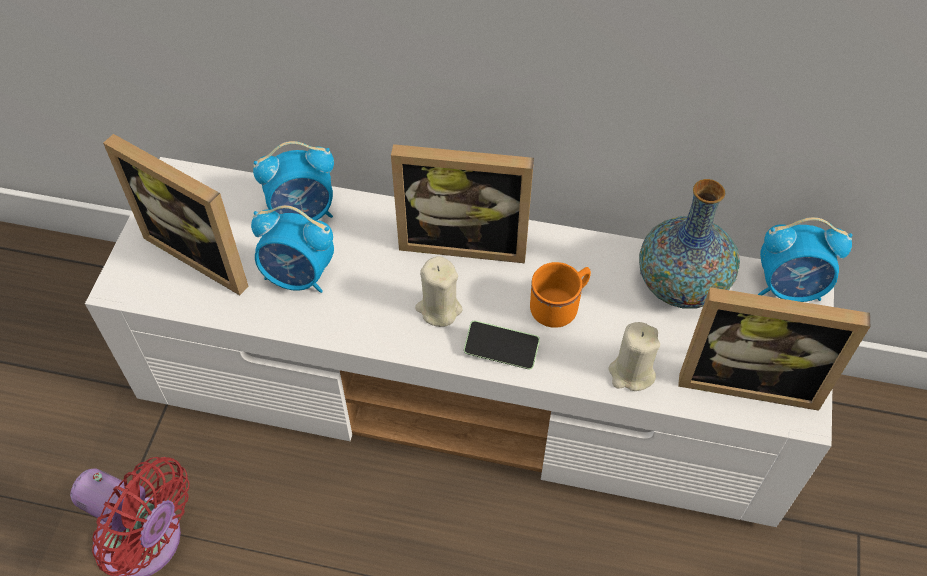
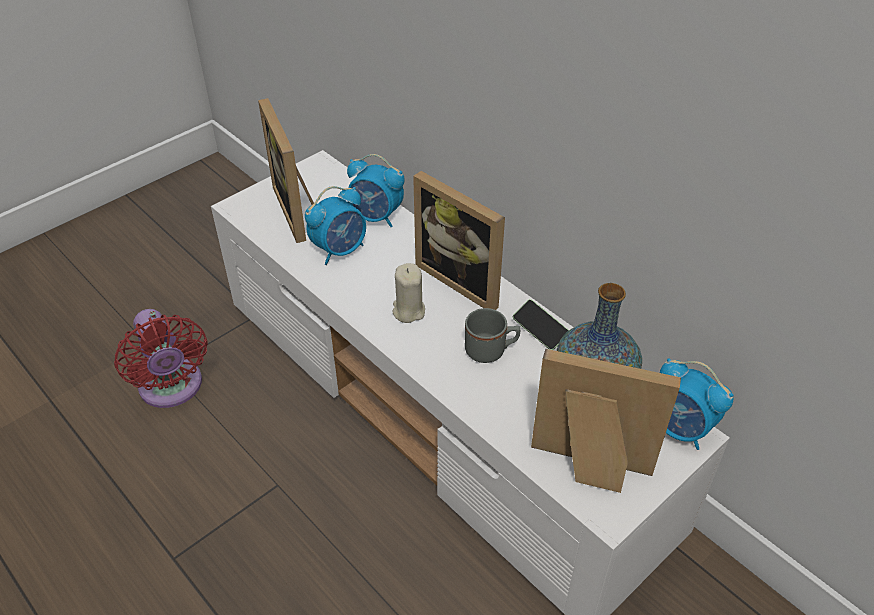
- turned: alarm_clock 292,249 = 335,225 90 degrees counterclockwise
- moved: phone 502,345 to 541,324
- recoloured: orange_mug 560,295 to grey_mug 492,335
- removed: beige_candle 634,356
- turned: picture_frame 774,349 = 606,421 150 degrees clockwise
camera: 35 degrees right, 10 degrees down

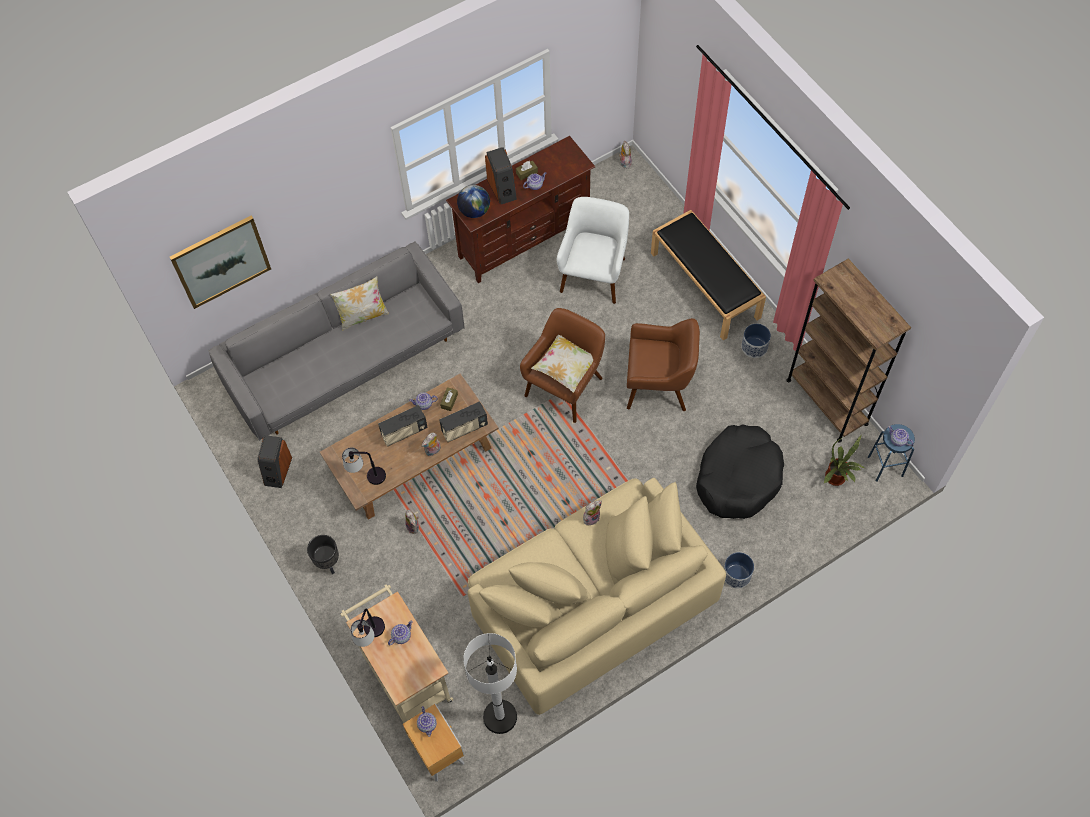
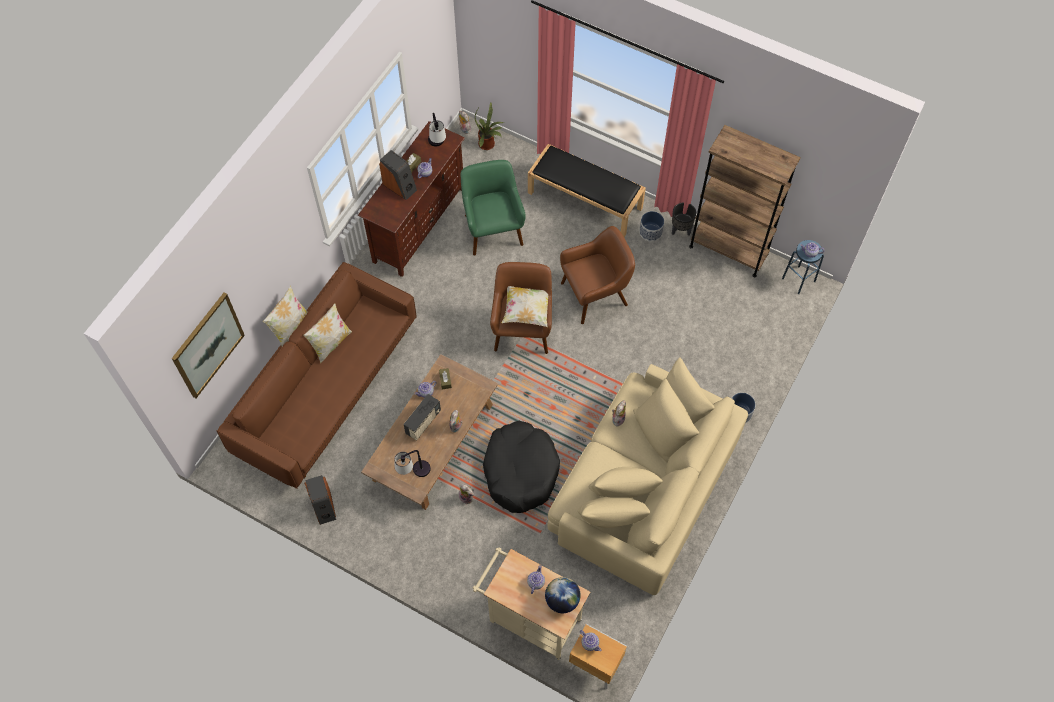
- recoloured: grey_sofa 336,341 to brown_sofa 317,375
- moved: black_planter 323,554 to 684,219
- moved: table_lamp 368,628 to 437,129
- removed: radio 463,422
- moved: globe 473,201 to 563,595
- removed: white_floor_lamp 490,683
- recoloured: white_armchair 593,250 to green_armchair 493,208
- moved: black_dog_bed 740,471 to 521,467
- moved: potted_plant 844,460 to 489,126
- added: pillow 285,316
camera: 30 degrees left, 0 degrees up

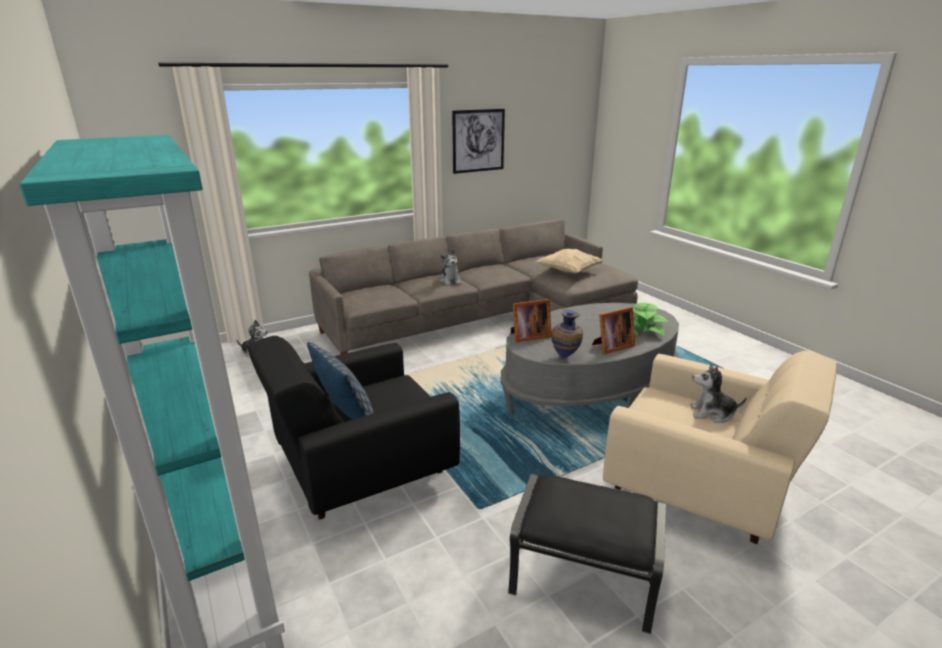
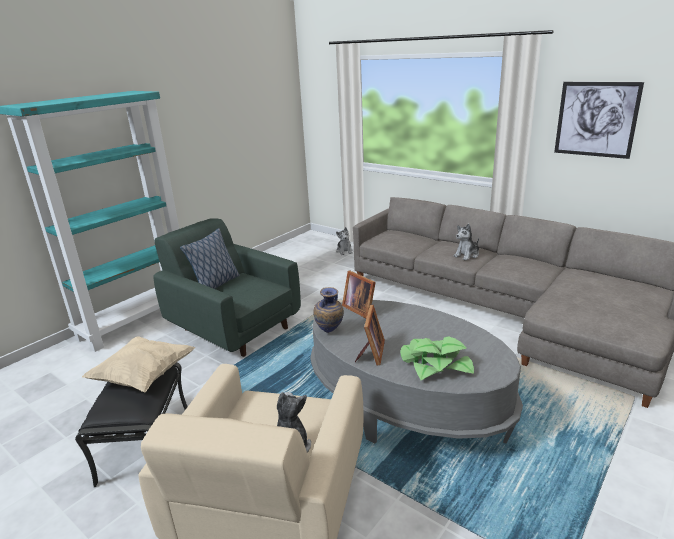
- recoloured: black_armchair 354,427 to green_armchair 227,287
- moved: beige_pillow 570,261 to 138,364
- turned: picture_frame 613,330 = 370,335 120 degrees counterclockwise
camera: 70 degrees right, 0 degrees up

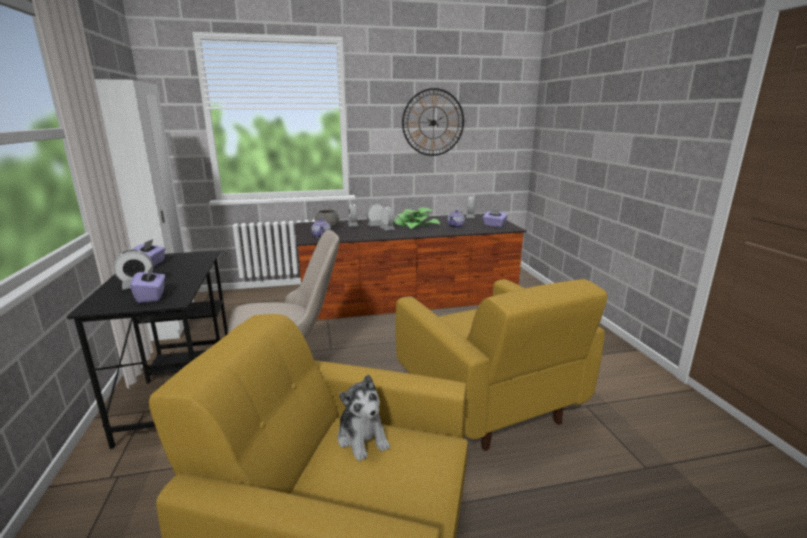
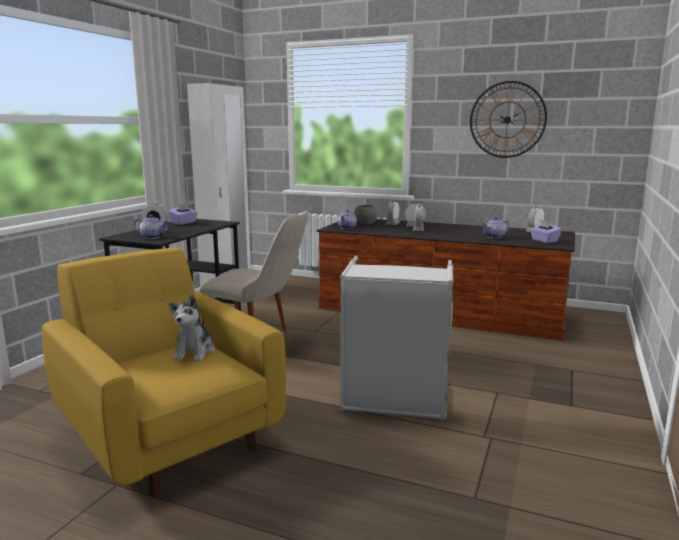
- replaced: purple_tissue_box 147,284 to teapot 151,227
- removed: potted_plant 417,218
- replaced: yellow_armchair 501,365 to grey_laundry_basket 396,338
camera: 35 degrees right, 5 degrees down

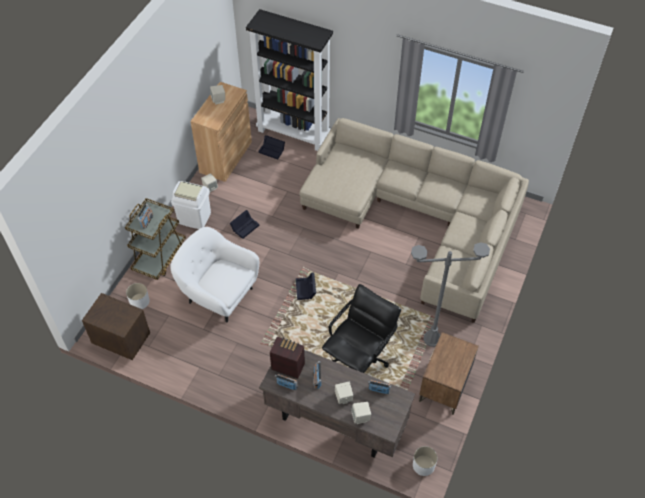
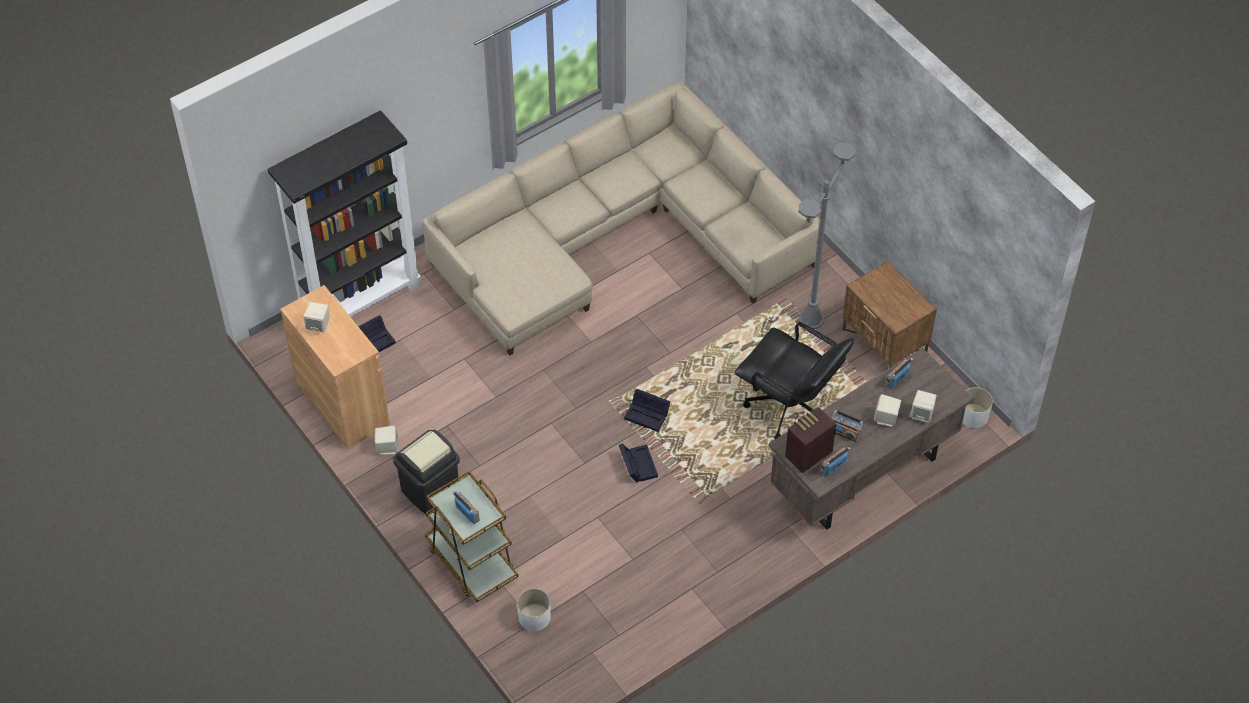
- removed: brown_nightstand 116,326
- removed: white_armchair 214,275
- recoloured: white_trash_can 191,205 to black_trash_can 426,472
- moved: black_storage_box 244,224 to 638,462
- turned: black_office_chair 361,328 = 794,380 150 degrees clockwise
camera: 60 degrees left, 0 degrees up

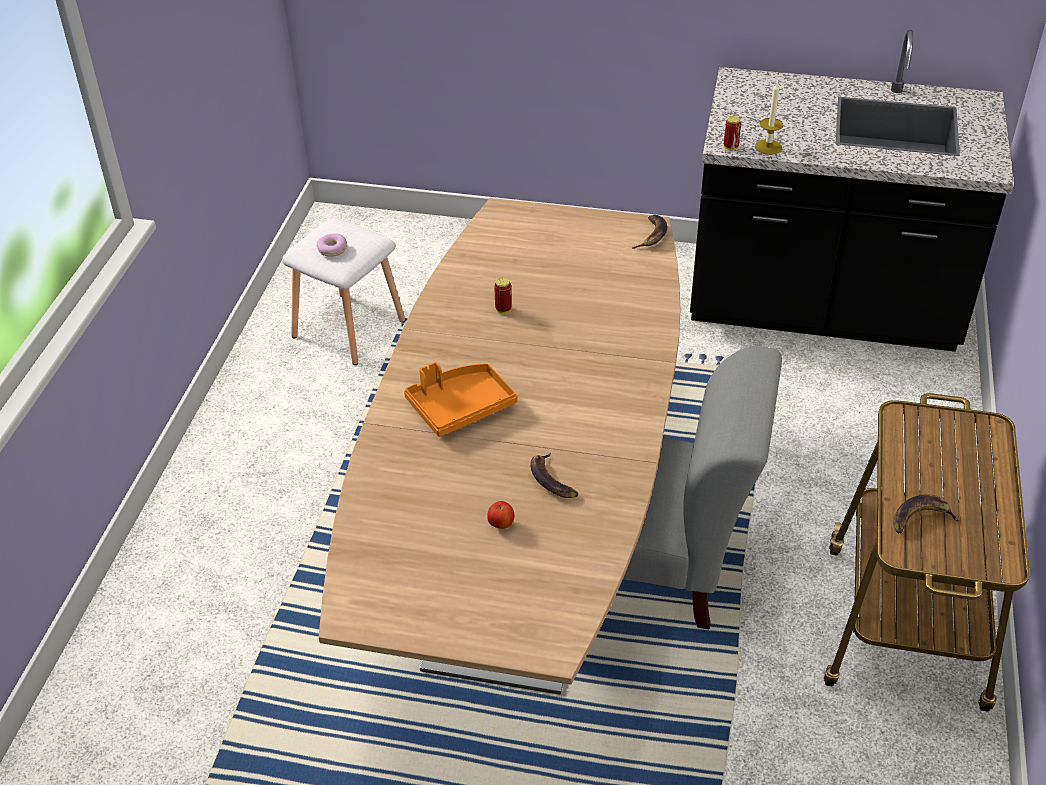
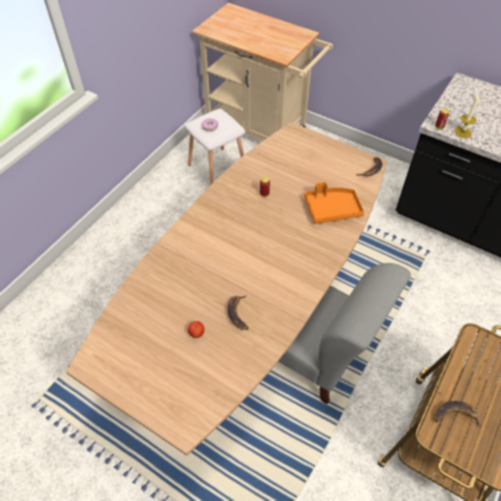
- moved: orange_tray 460,399 to 334,203
- added: beige_cart 262,72
camera: 20 degrees right, 10 degrees up

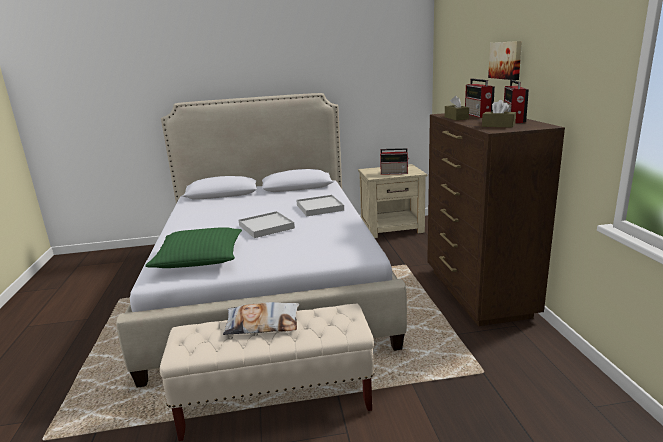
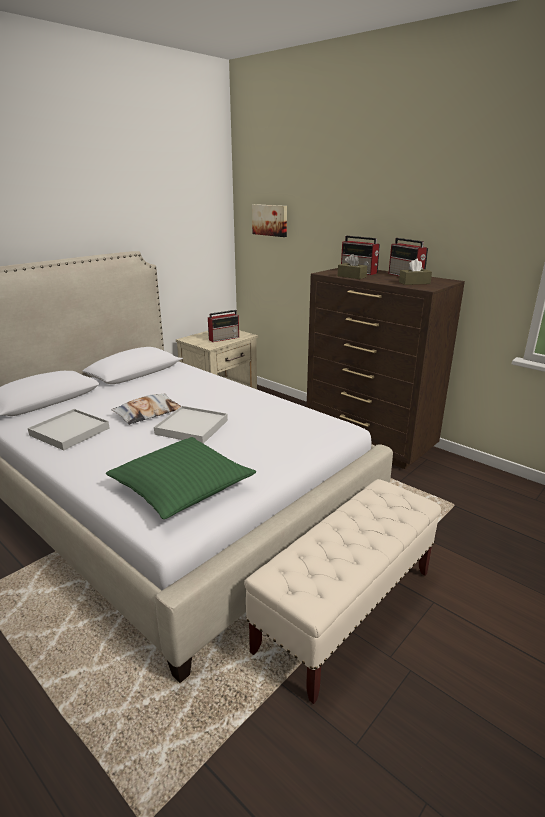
- moved: pillow 261,318 to 146,409
- moved: white_tray 320,205 to 68,429
- moved: picture 505,60 to 269,220
camera: 40 degrees left, 5 degrees up

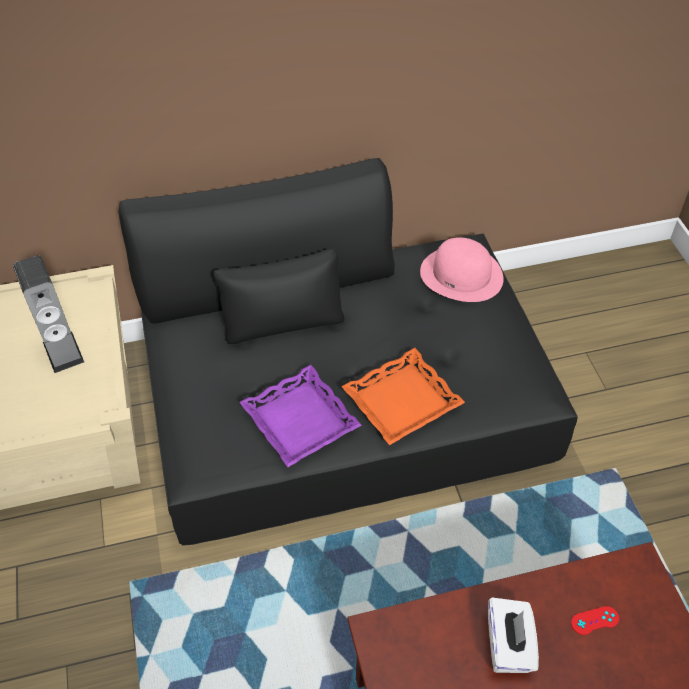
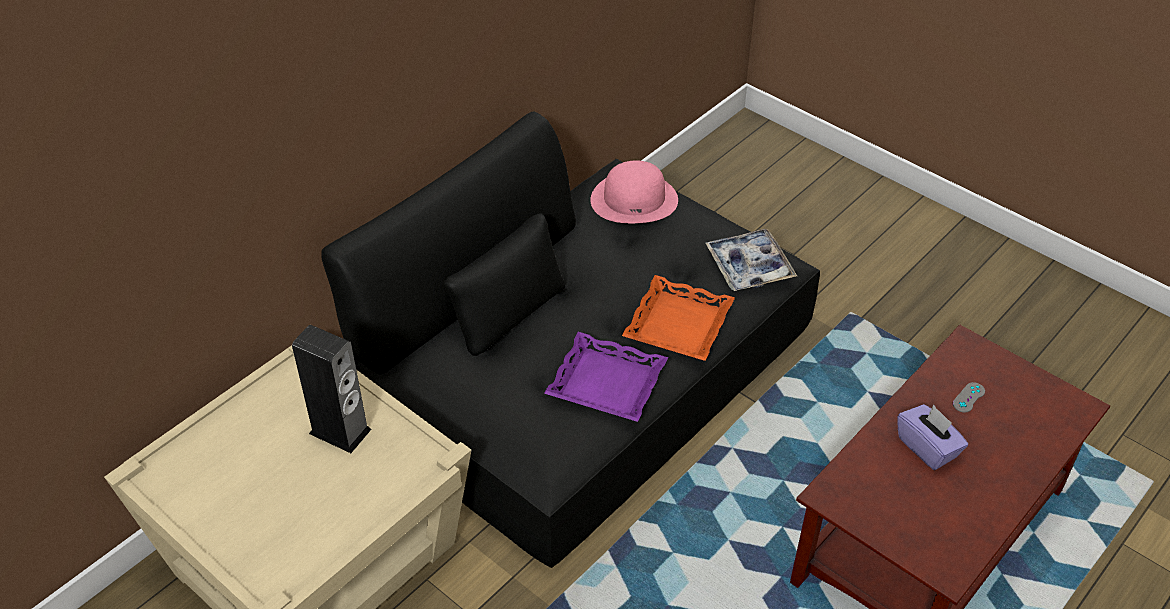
- recoloured: white_tissue_box 513,635 to purple_tissue_box 932,437
- recoloured: red_game_controller 595,620 to grey_game_controller 969,397
- added: tray 751,260
camera: 35 degrees left, 5 degrees down

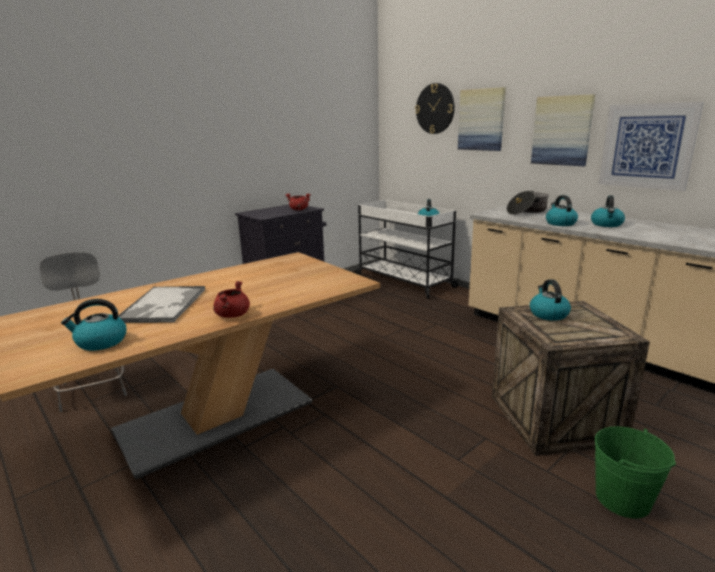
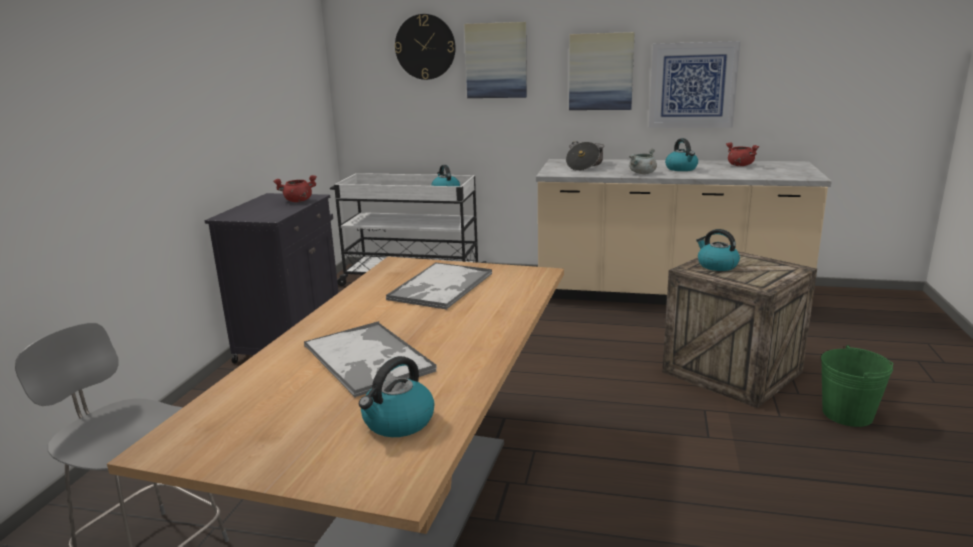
- moved: red_cooking_pot 231,299 to 742,154
- replaced: kettle 562,210 to grey_cooking_pot 643,161
- added: tray 438,286
camera: 35 degrees left, 0 degrees up

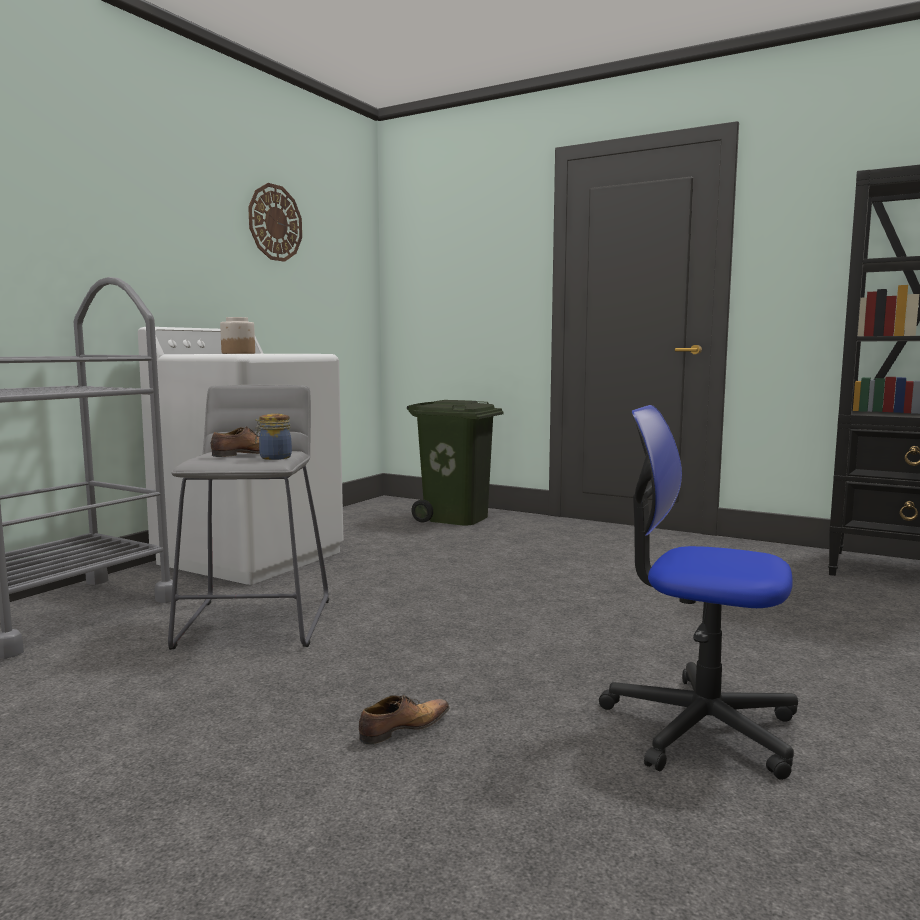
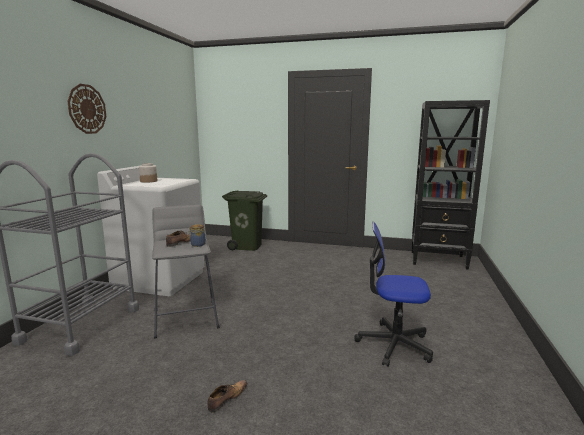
- moved: wall_clock 275,222 to 86,109
- moved: shoe 404,720 to 227,396
camera: 15 degrees left, 5 degrees up

